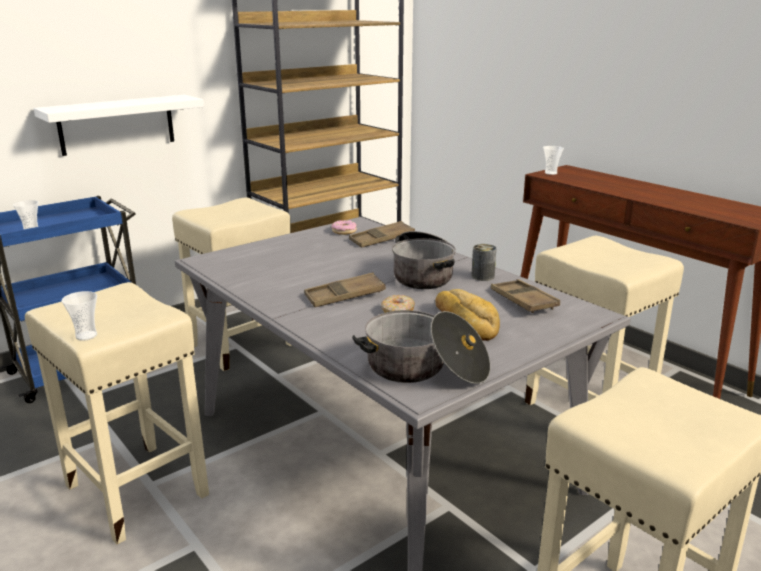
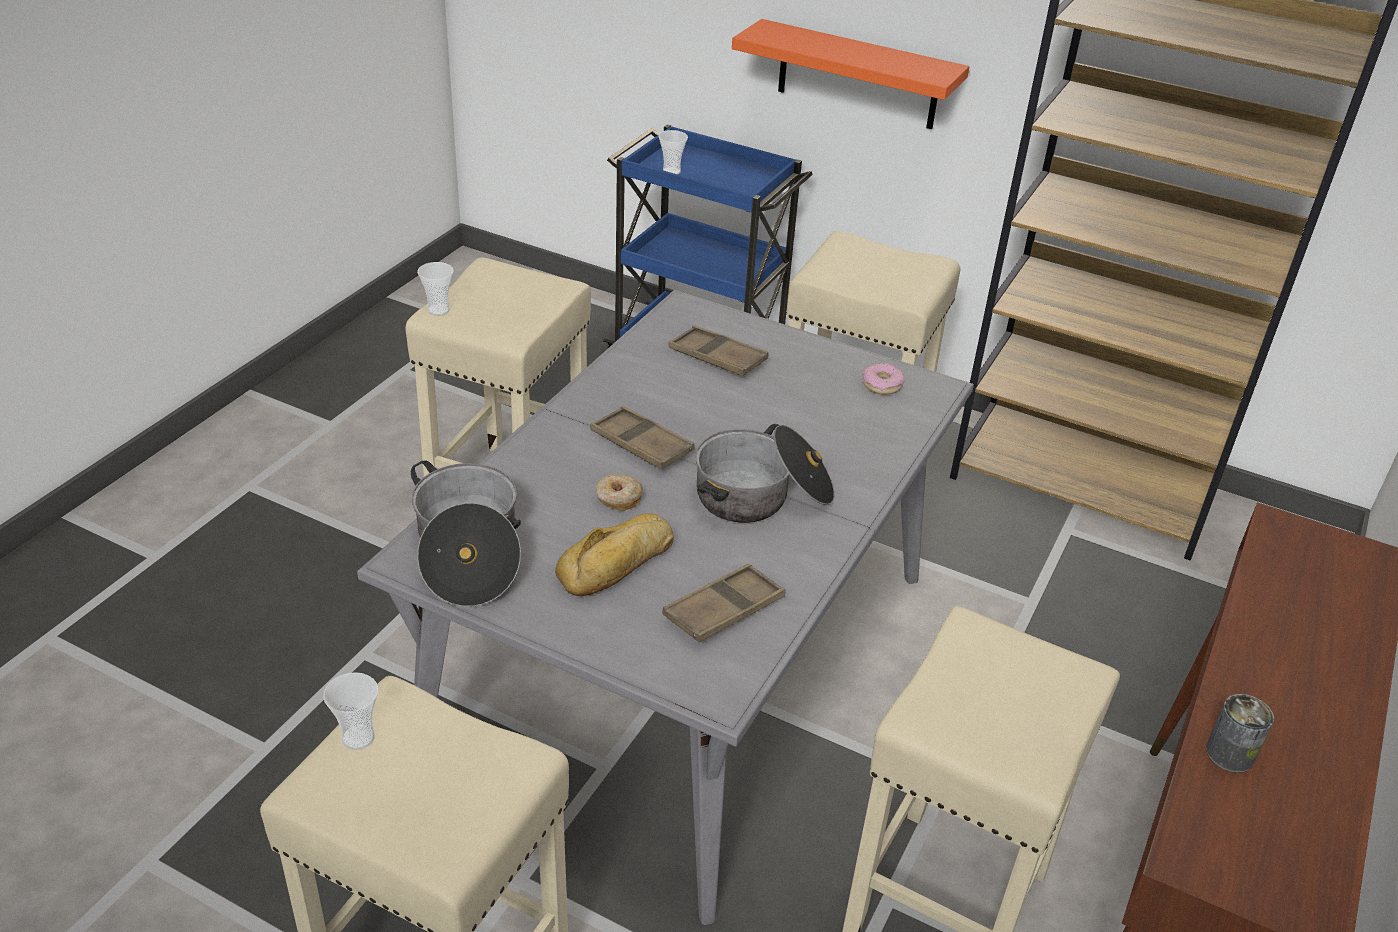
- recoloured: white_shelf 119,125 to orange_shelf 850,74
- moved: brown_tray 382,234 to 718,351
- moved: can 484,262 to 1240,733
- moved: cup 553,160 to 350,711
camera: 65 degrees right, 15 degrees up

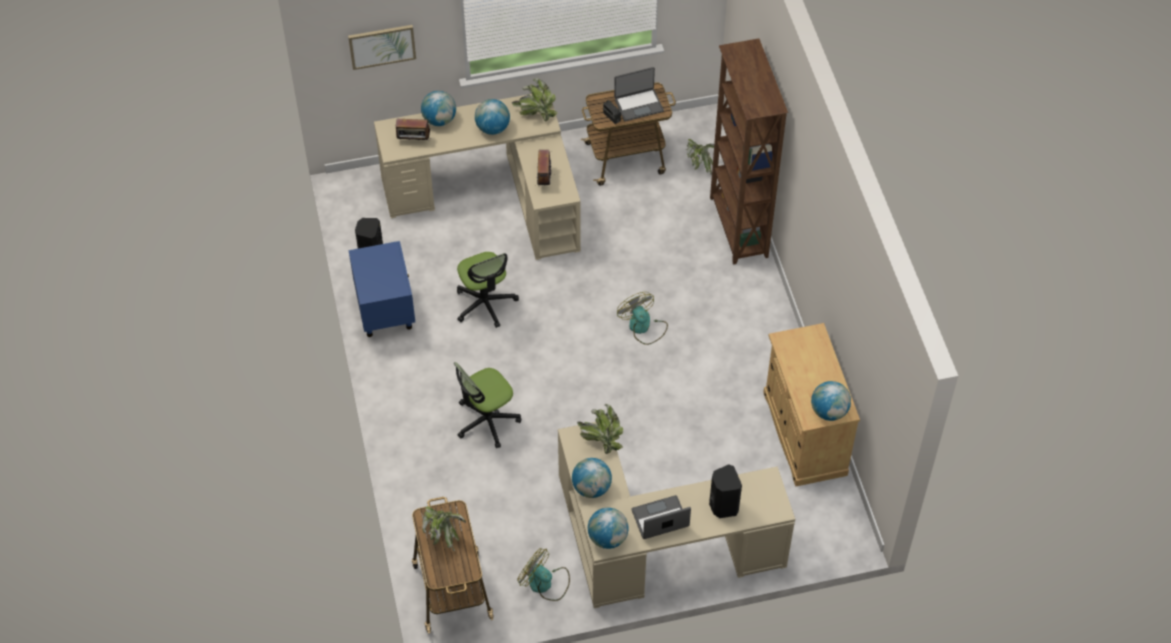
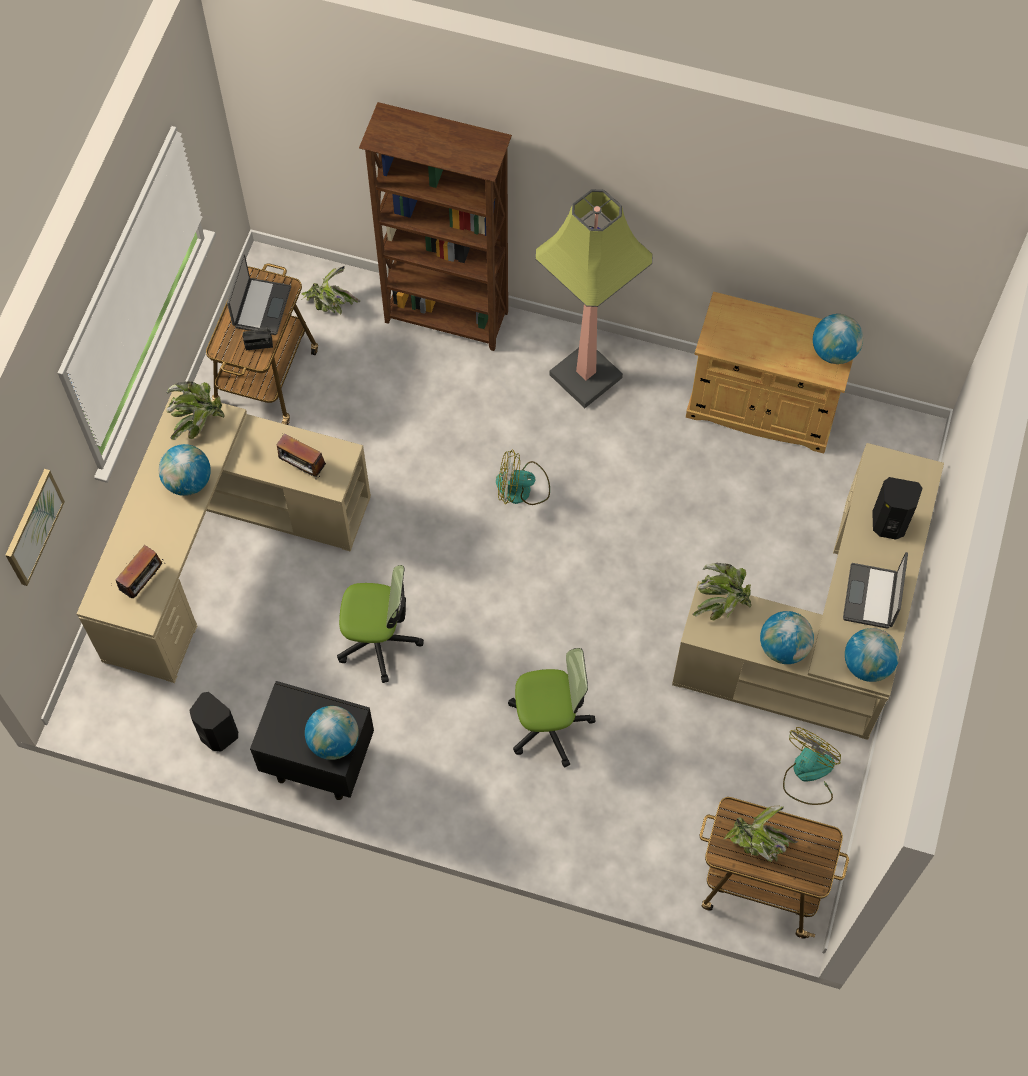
- recoloured: blue_nightstand 382,289 to black_nightstand 312,740
- moved: globe 438,108 to 332,733
- turned: office_chair 487,405 = 551,708 90 degrees counterclockwise
- turned: fan 543,574 = 812,766 150 degrees clockwise
- added: floor_lamp 593,298
camera: 60 degrees left, 10 degrees up

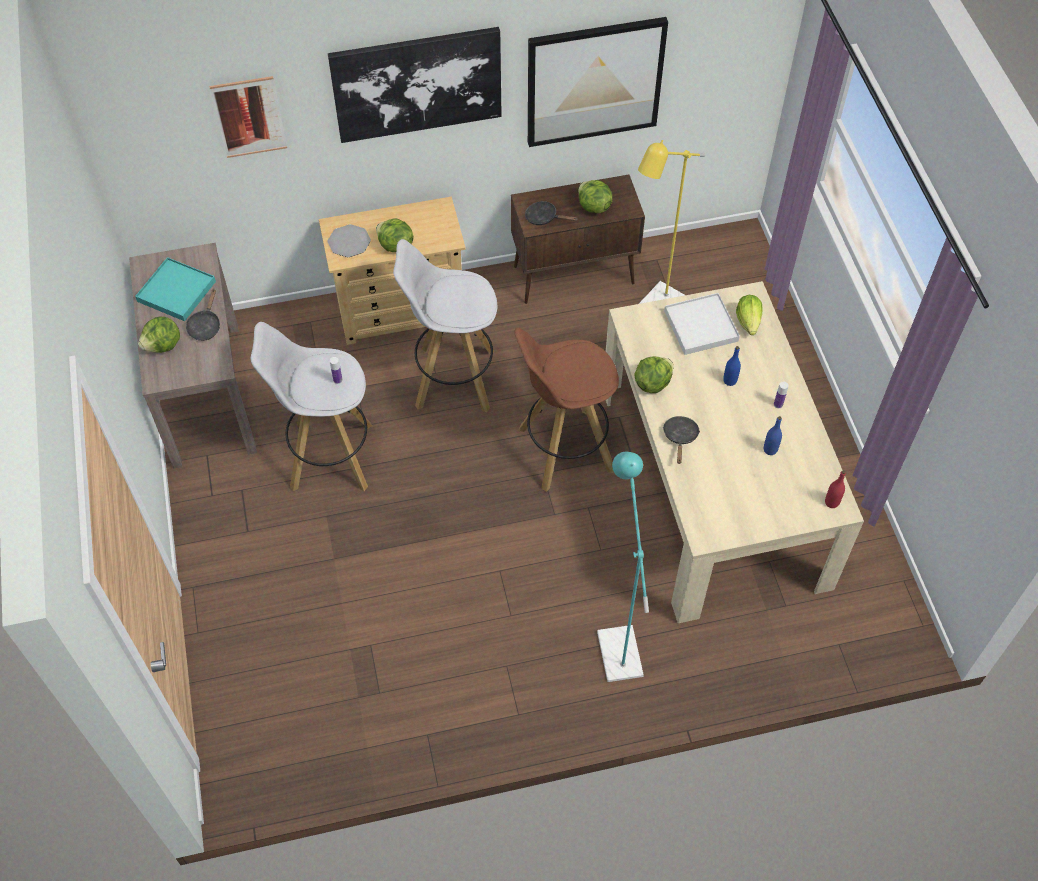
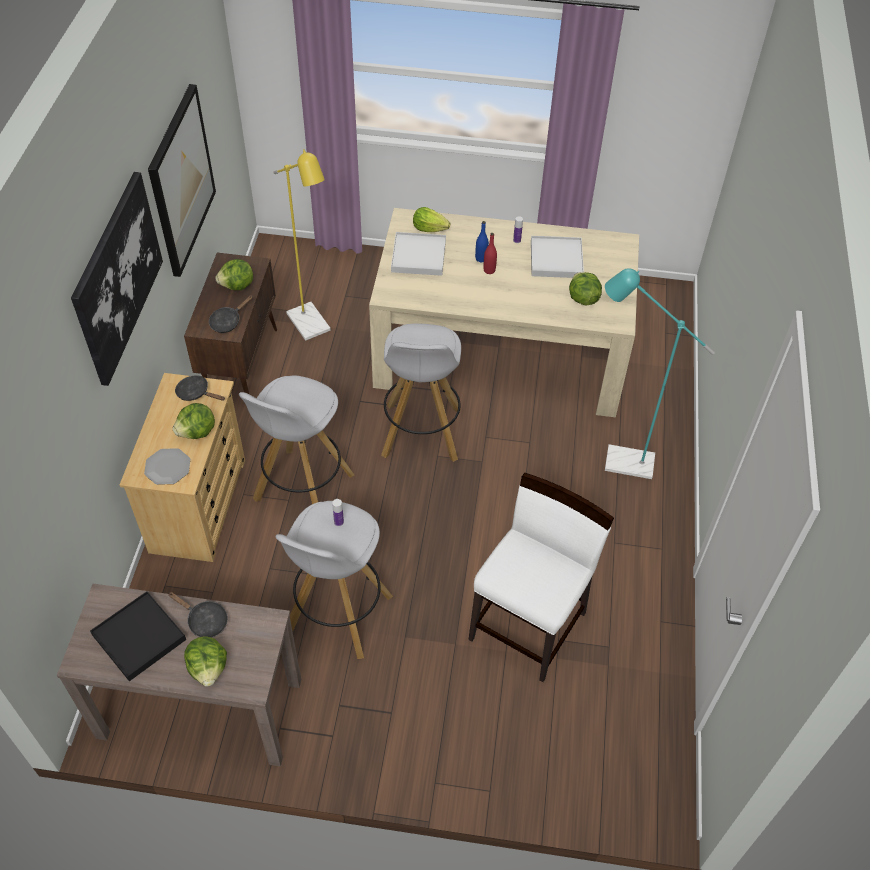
- recoloured: turquoise_tray 175,289 to black_tray 138,636
- removed: picture 248,117
- recoloured: brown_stool 566,409 to white_stool 421,393
- moved: lettuce 654,374 to 585,289
- moved: black_frying_pan 681,440 to 200,388
- replaced: blue_bottle 773,435 to white_tray 557,257
- moved: red_bottle 835,489 to 490,253
- added: white_chair 541,577
camera: 70 degrees left, 5 degrees down

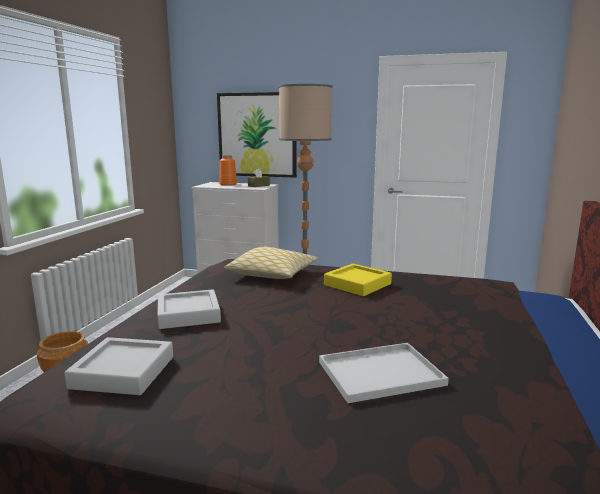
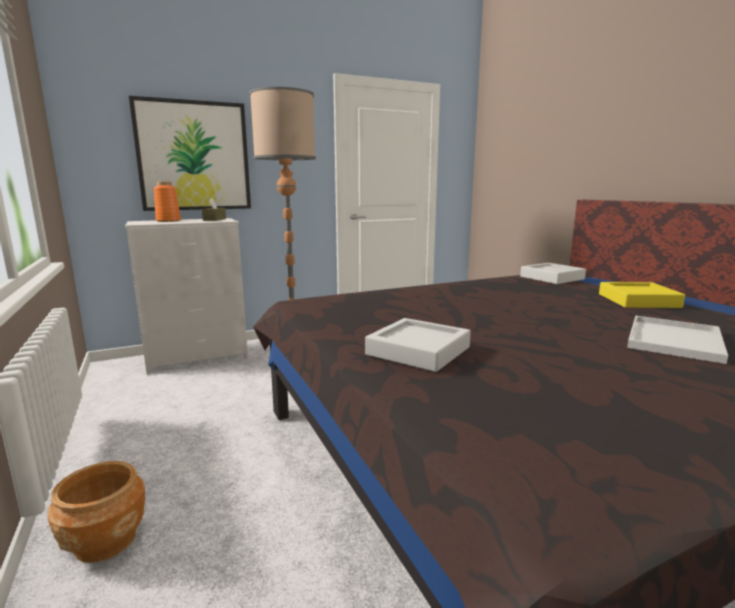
- moved: grey_tray 118,366 to 553,273
- removed: pillow 271,263
- moved: yellow_tray 358,280 to 642,295
camera: 40 degrees left, 0 degrees up

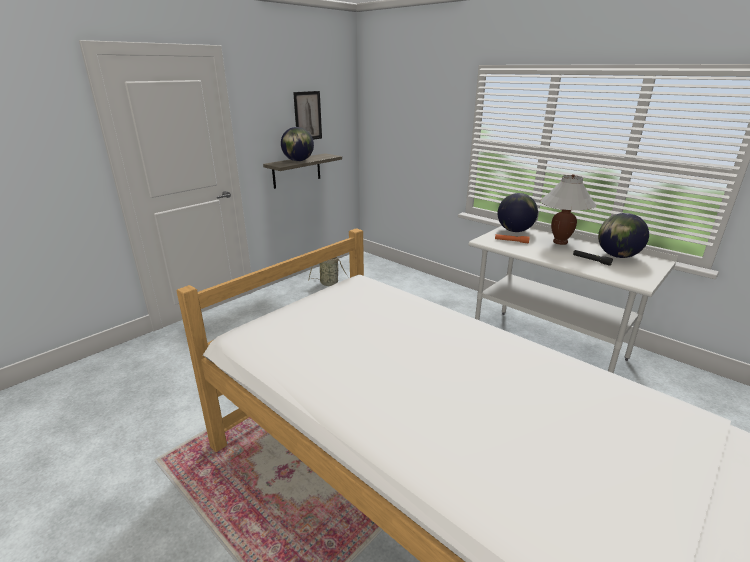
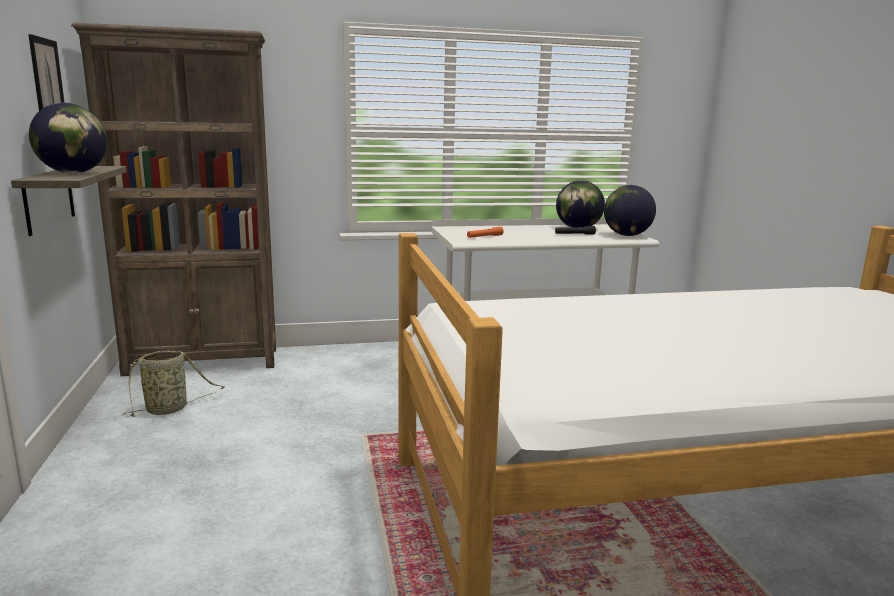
- moved: globe 518,212 to 630,210
- removed: white_table_lamp 568,209
- added: brown_bookcase 173,199
camera: 55 degrees left, 10 degrees down

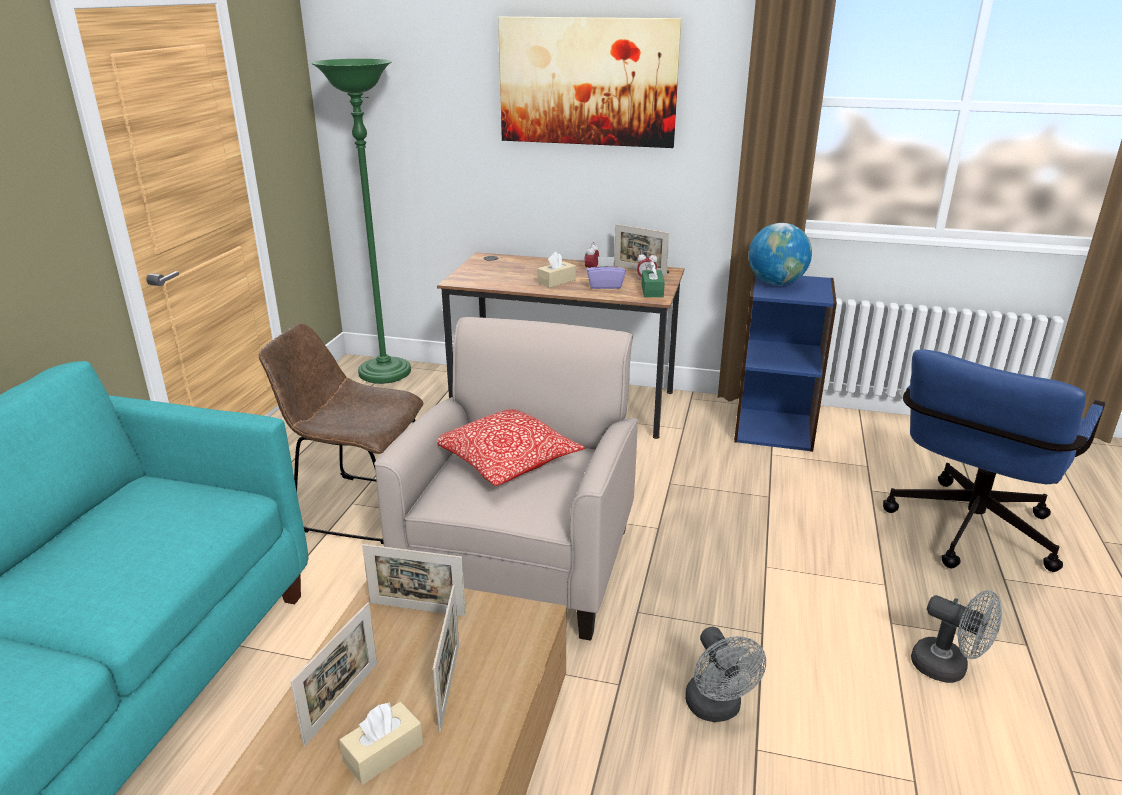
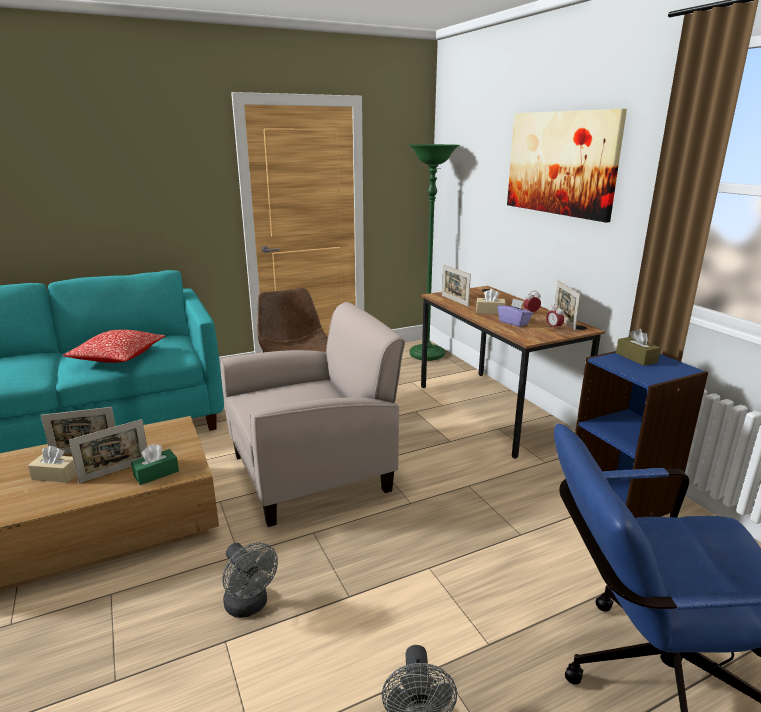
- moved: picture_frame 414,580 to 456,286
- moved: pillow 511,447 to 114,346
- moved: green_tissue_box 653,279 to 155,464
- turned: grey_fan 725,674 = 250,580 75 degrees counterclockwise
- replaced: globe 780,254 to brown_tissue_box 638,347
camera: 50 degrees right, 5 degrees down

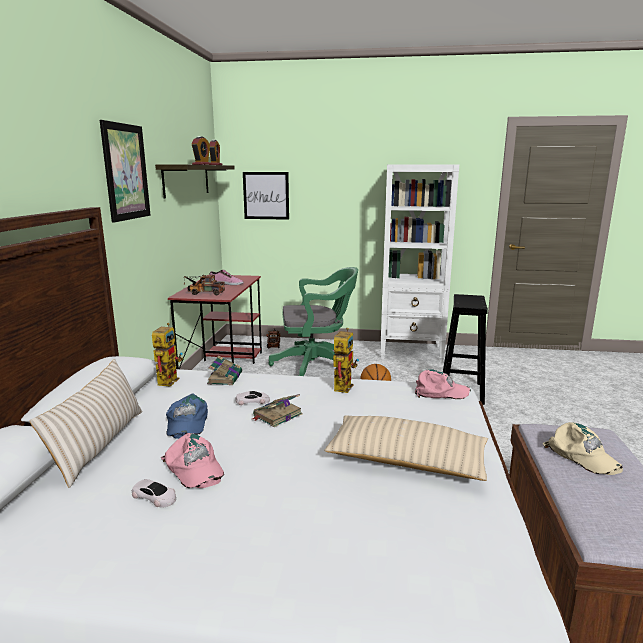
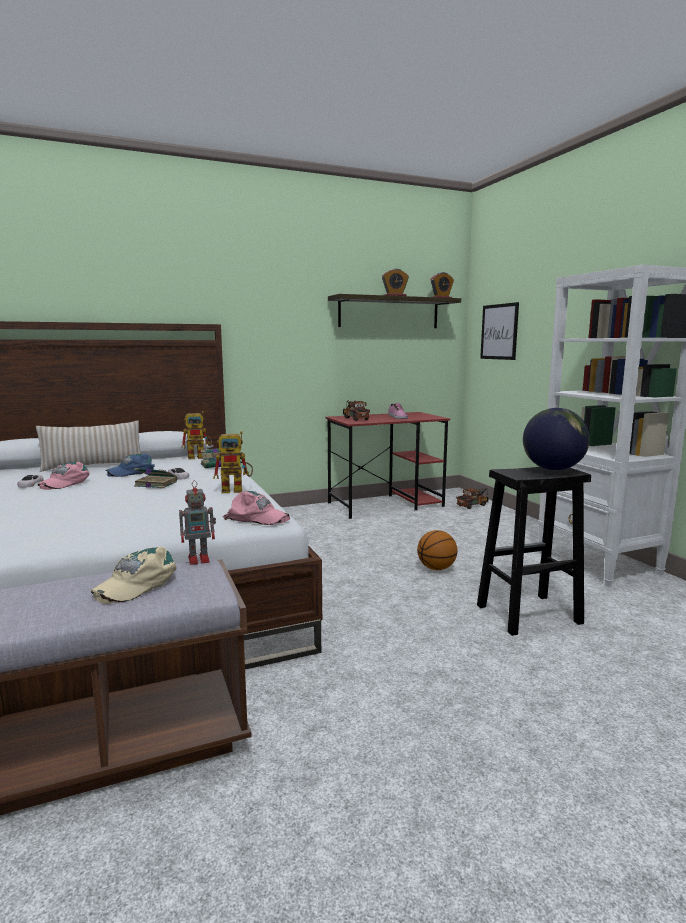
- removed: picture 125,171
- removed: green_office_chair 313,321
- removed: beige_pillow 406,448
- turned: pink_cap 443,384 = 256,508 45 degrees counterclockwise
- added: toy_robot 197,523
- added: globe 556,439
camera: 60 degrees right, 5 degrees down

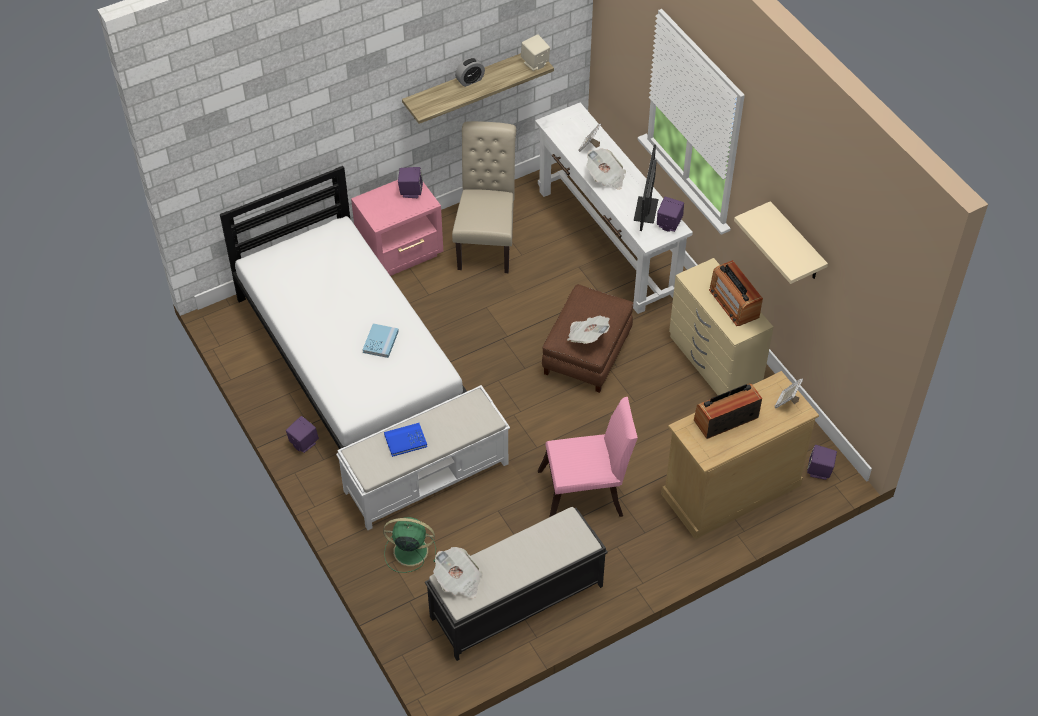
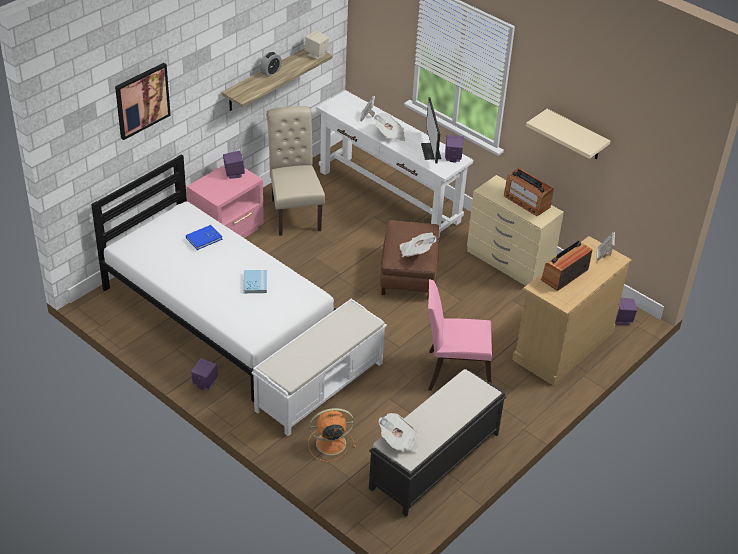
- recoloured: green_fan 409,545 to orange_fan 332,435
- moved: blue_book 405,440 to 204,237
- turned: pink_chair 588,457 = 460,335 150 degrees counterclockwise
- added: picture 143,101
camera: 20 degrees left, 10 degrees down

